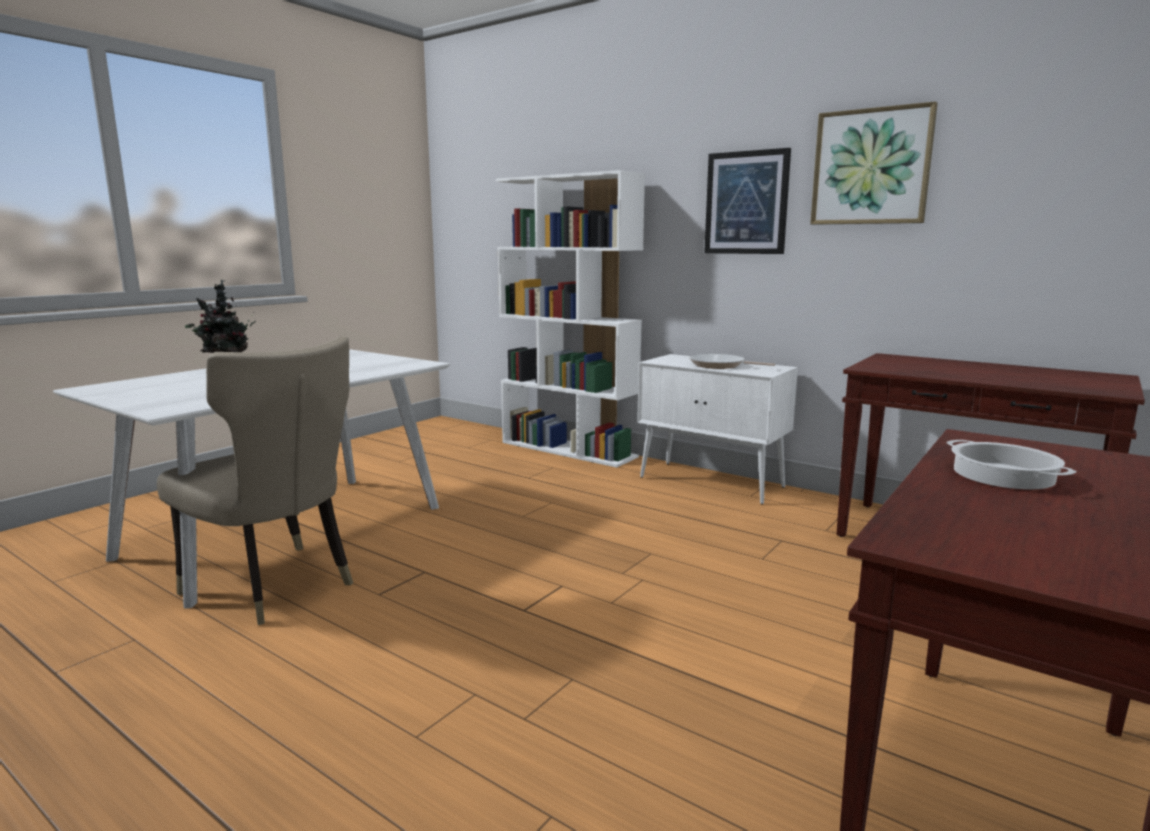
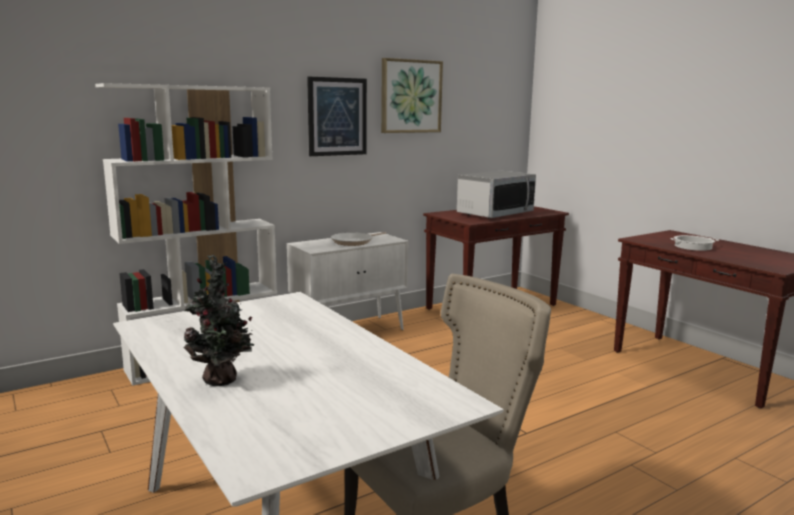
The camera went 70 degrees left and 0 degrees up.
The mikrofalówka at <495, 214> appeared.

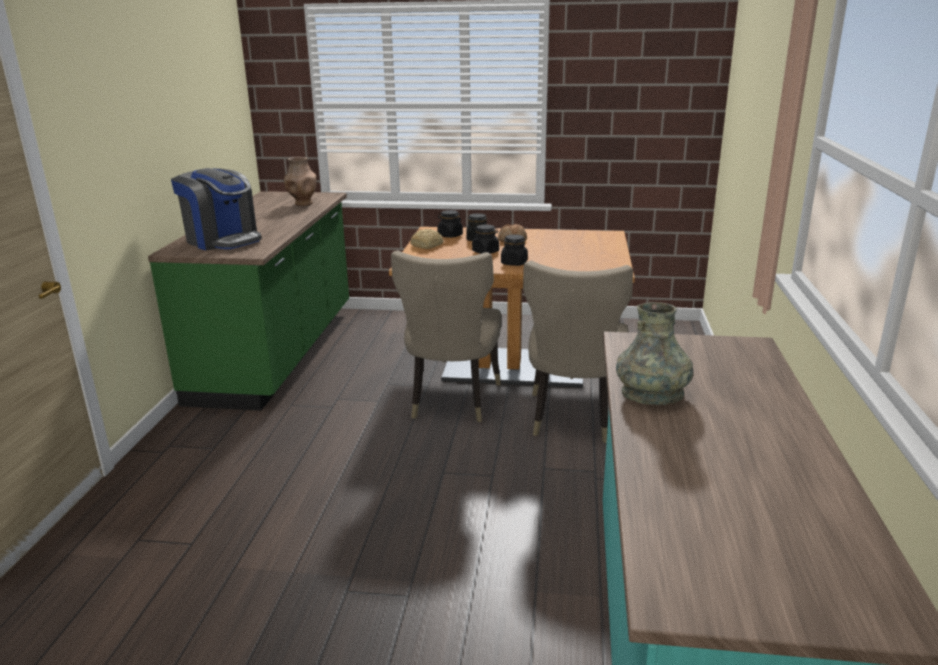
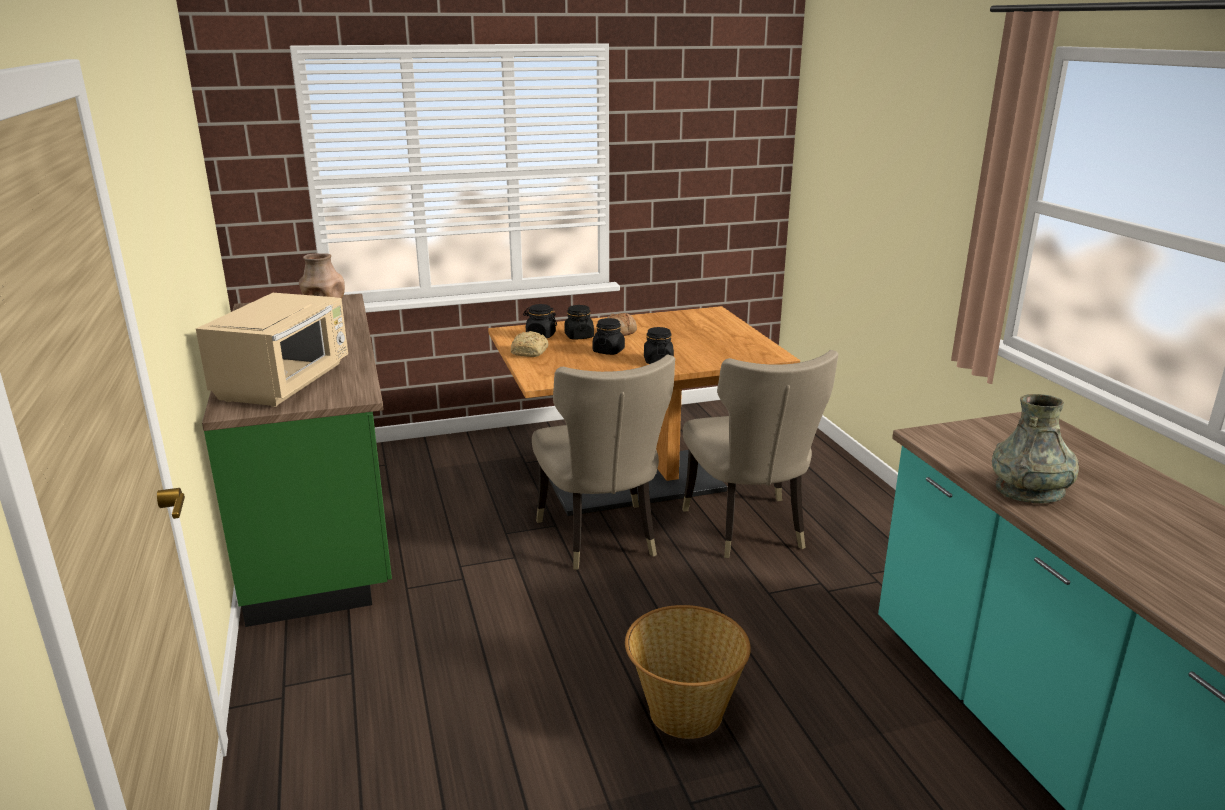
The camera went 25 degrees left and 0 degrees up.
The koszyk at <684, 712> appeared.
The ekspres do kawy at <223, 240> was replaced by the mikrofalówka/beżowy at <285, 383>.

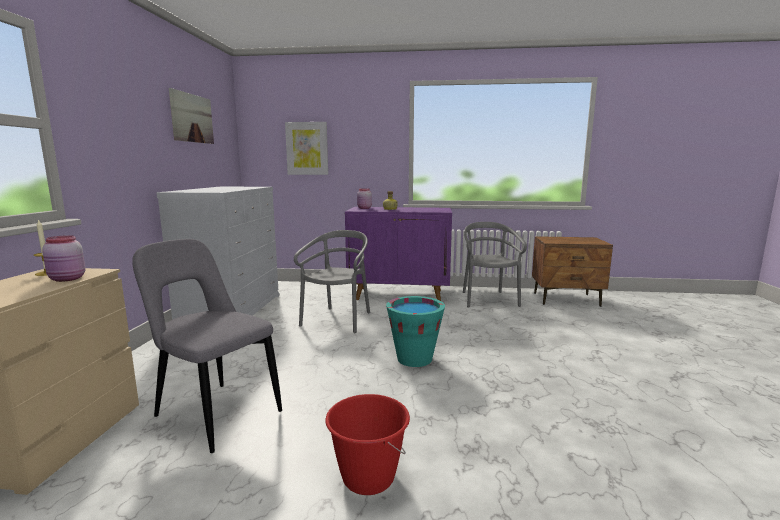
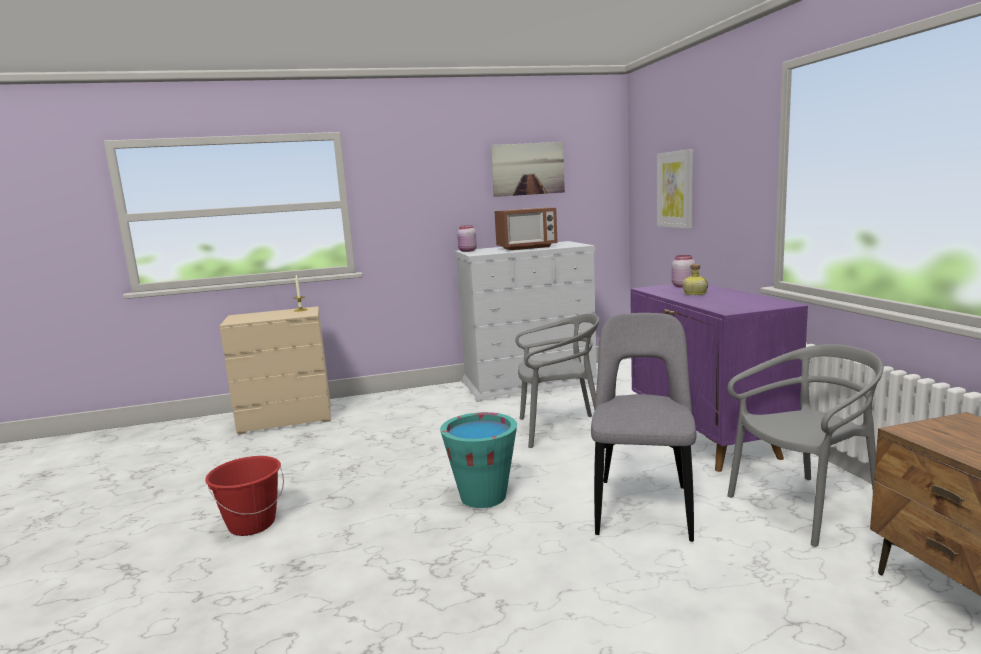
The camera went 70 degrees right and 0 degrees up.
The mikrofalówka at <526, 247> appeared.
The słoik/różowy moved from <67, 279> to <467, 251>.
The krzesło/szary moved from <214, 412> to <643, 506>.

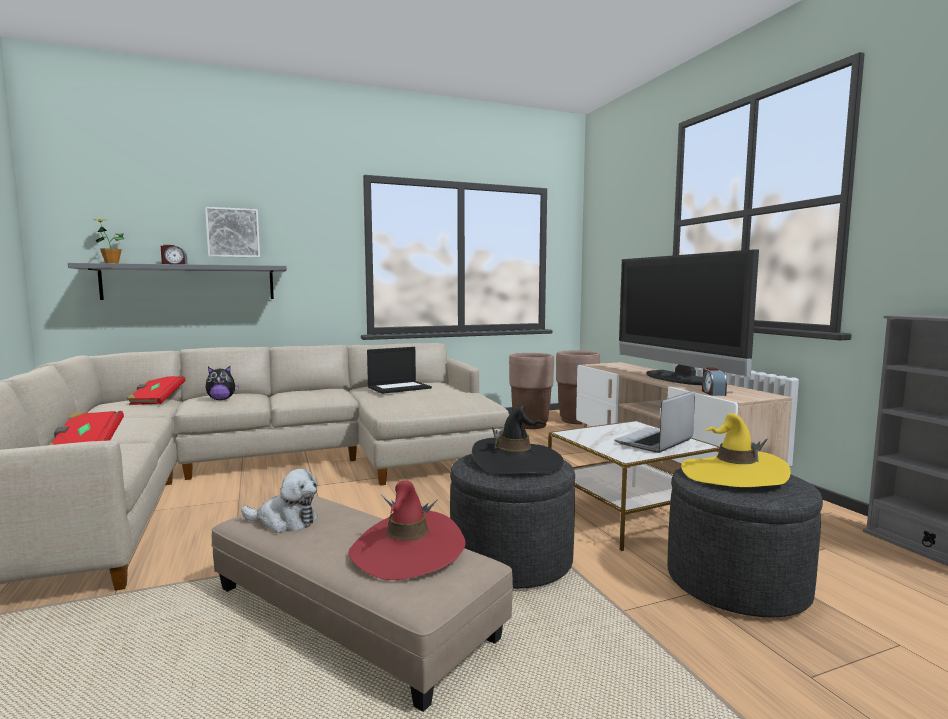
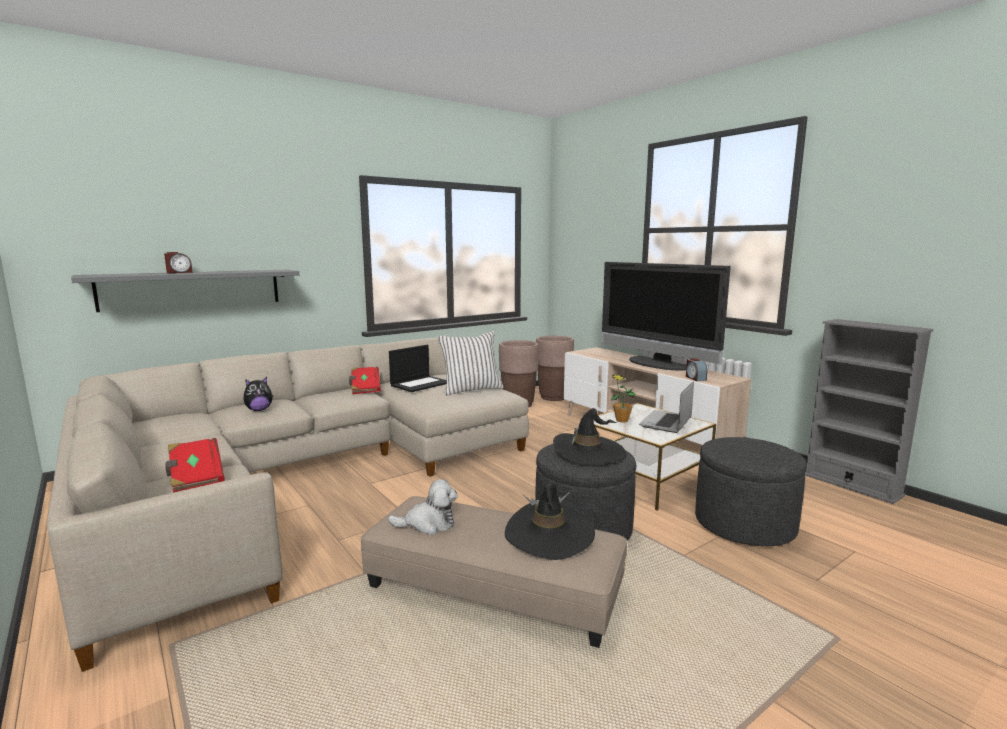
The camera went 15 degrees left and 5 degrees up.
The obraz at <233, 233> disappeared.
The kapelusz/żółty at <733, 475> disappeared.
The poduszka/biały at <471, 389> appeared.
The roślina doniczkowa moved from <111, 264> to <622, 420>.
The książka/czerwony moved from <157, 400> to <365, 388>.
The kapelusz/czerwony at <407, 550> became the kapelusz/czarny at <549, 535>.

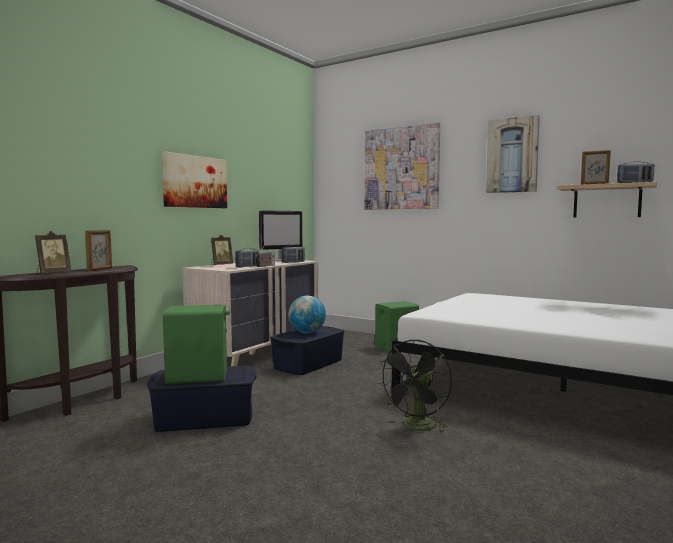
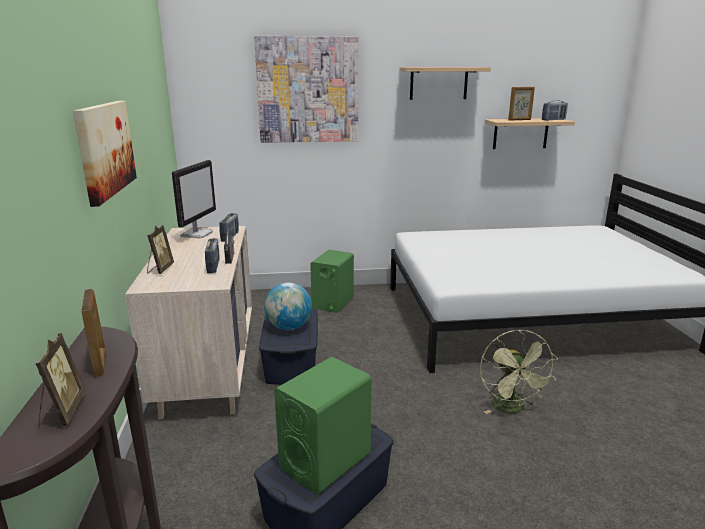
The camera went 40 degrees left and 15 degrees up.
The obraz at <512, 155> was replaced by the półka at <438, 83>.
The wentylator/czarny at <417, 428> became the wentylator/zielony at <512, 409>.

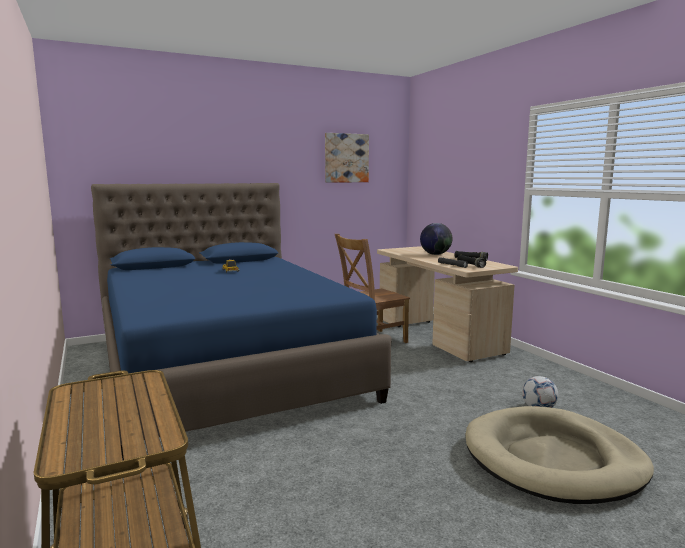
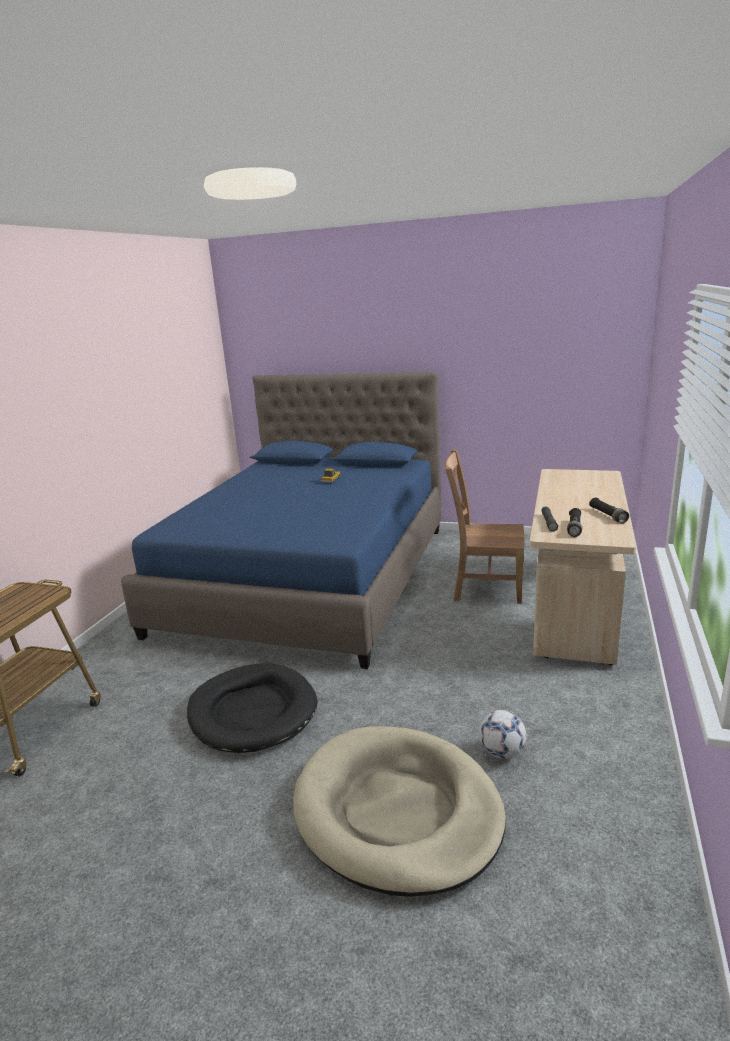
The camera went 45 degrees right and 10 degrees up.
The obraz at <346, 158> disappeared.
The globus at <435, 254> disappeared.
The legowisko/czarny at <252, 711> appeared.

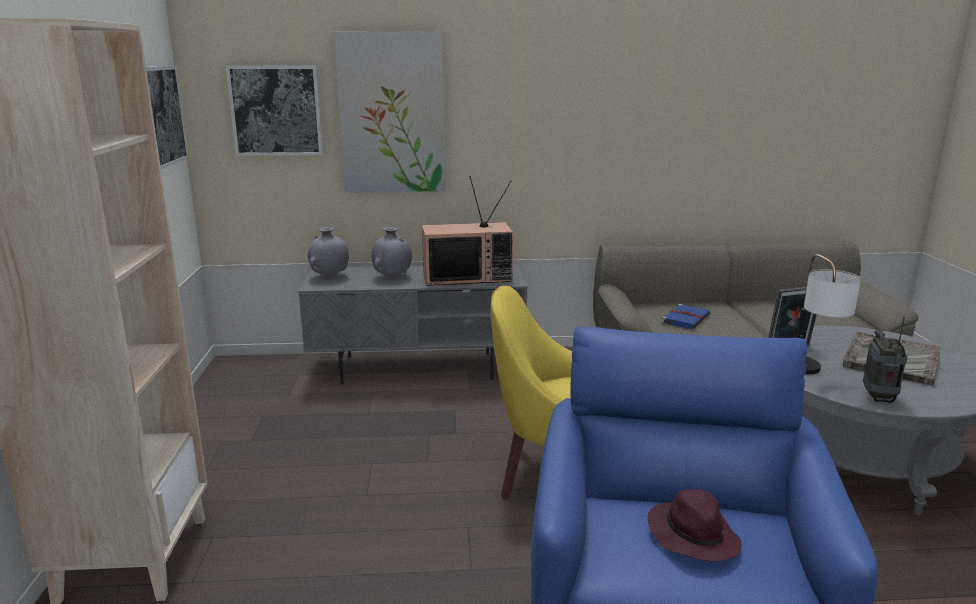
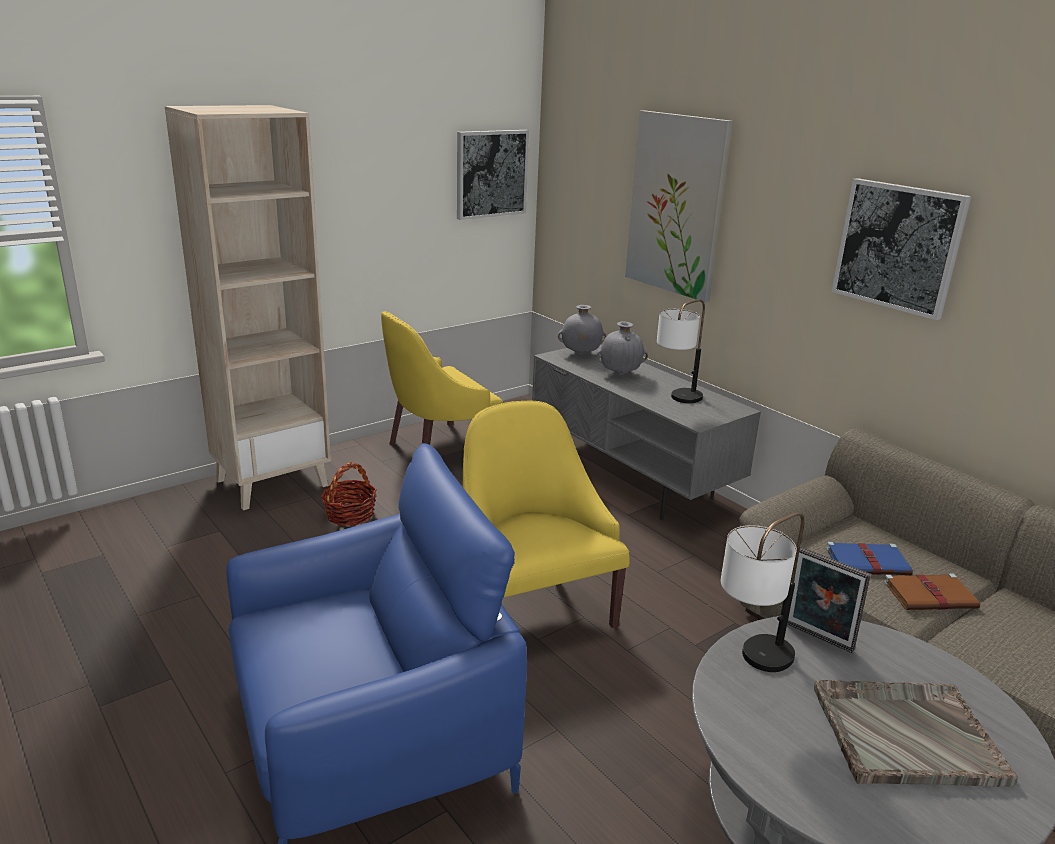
The camera went 55 degrees right and 5 degrees up.
The kapelusz/fioletowy at <692, 535> disappeared.
The radio at <878, 398> disappeared.
The koszyk at <350, 514> appeared.
The fotel/żółty at <438, 449> appeared.
The książka/brązowy at <931, 595> appeared.
The obraz moved from <276, 110> to <898, 247>.
The telewizor at <468, 277> was replaced by the lampa stołowa at <676, 401>.

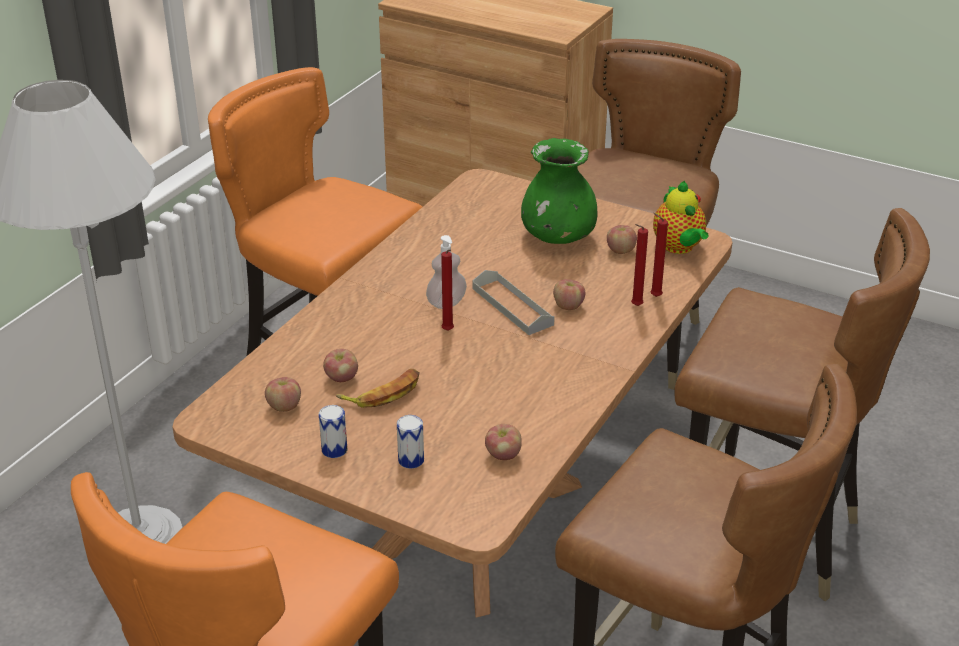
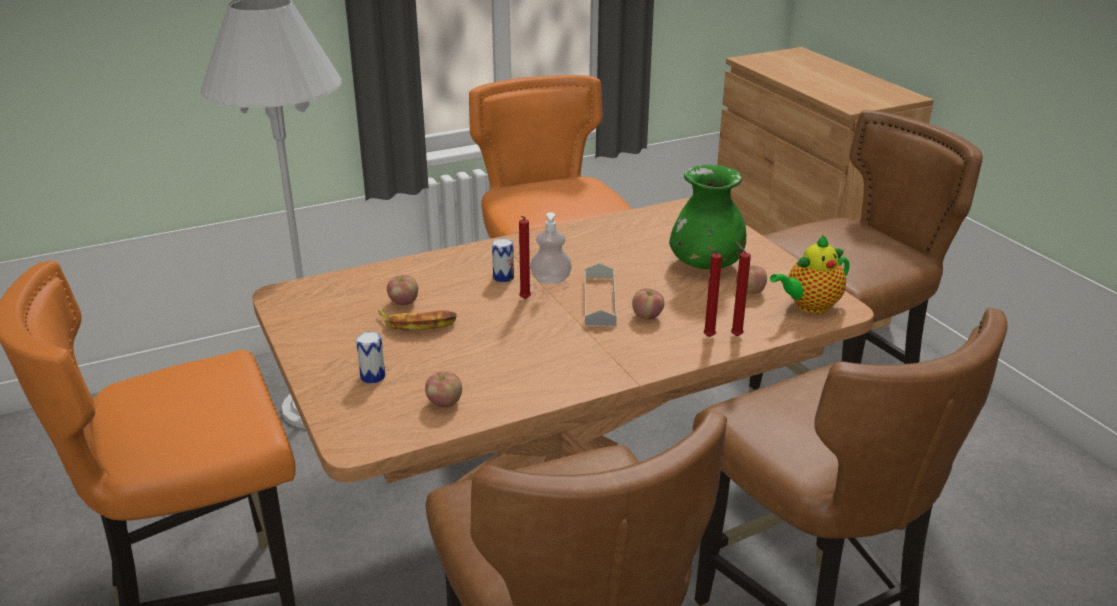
The camera went 35 degrees right and 5 degrees down.
The jabłko at <284, 406> disappeared.
The puszka moved from <334, 450> to <503, 277>.
The imbryk at <679, 247> turned 45 degrees clockwise.

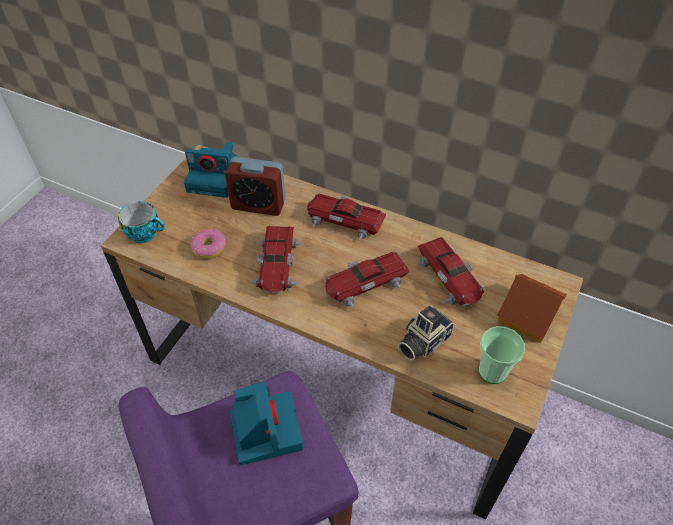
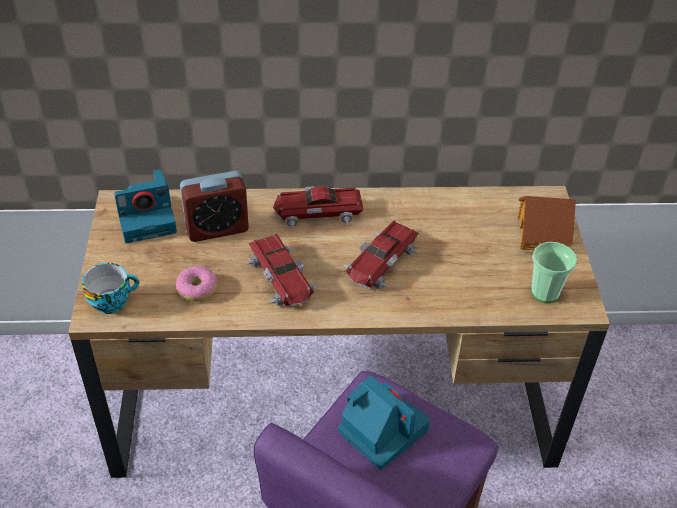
The camera went 30 degrees left and 5 degrees down.
The aparat fotograficzny at <422, 342> disappeared.
The samochodzik at <450, 277> disappeared.

